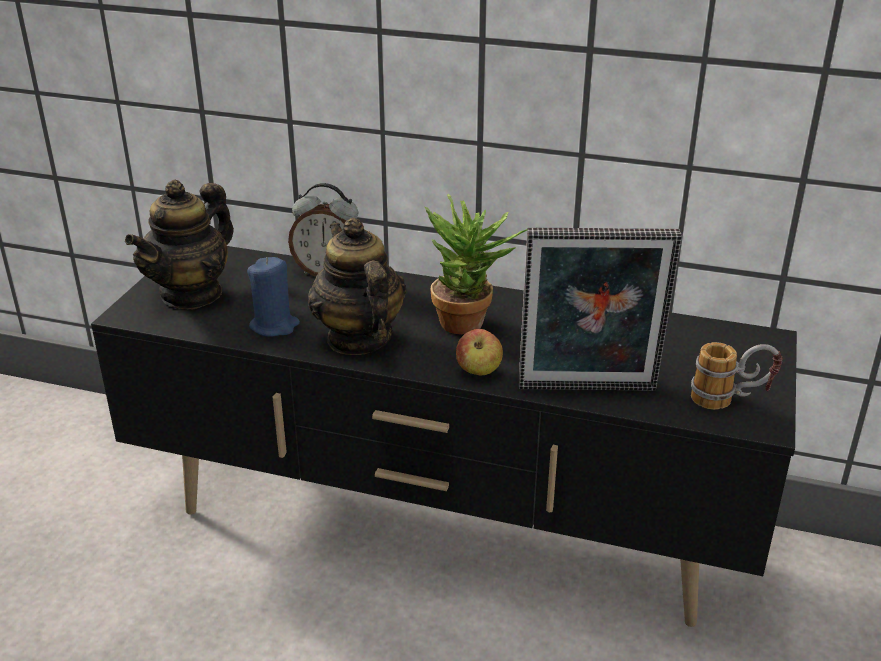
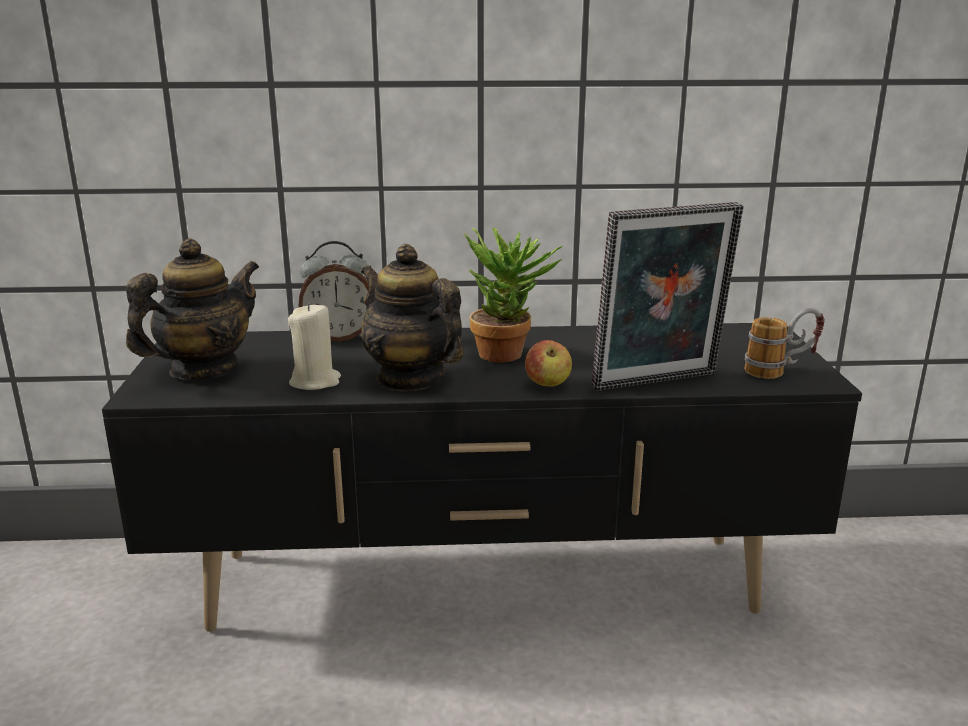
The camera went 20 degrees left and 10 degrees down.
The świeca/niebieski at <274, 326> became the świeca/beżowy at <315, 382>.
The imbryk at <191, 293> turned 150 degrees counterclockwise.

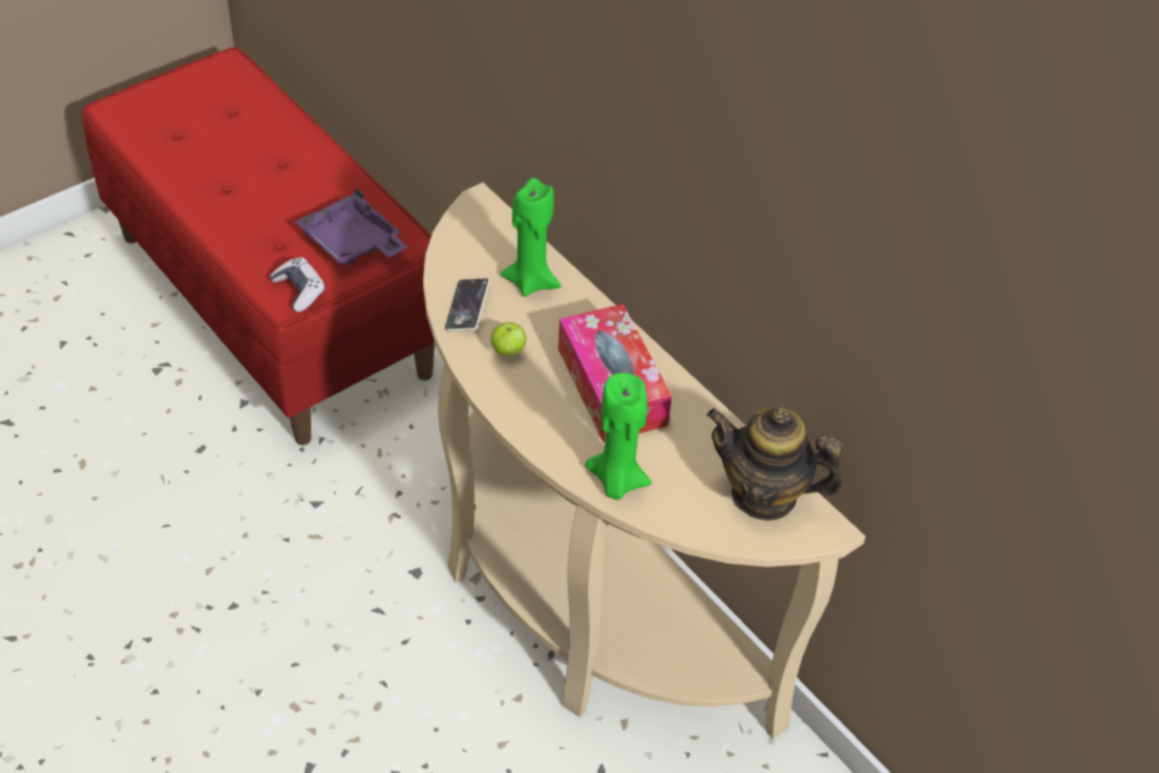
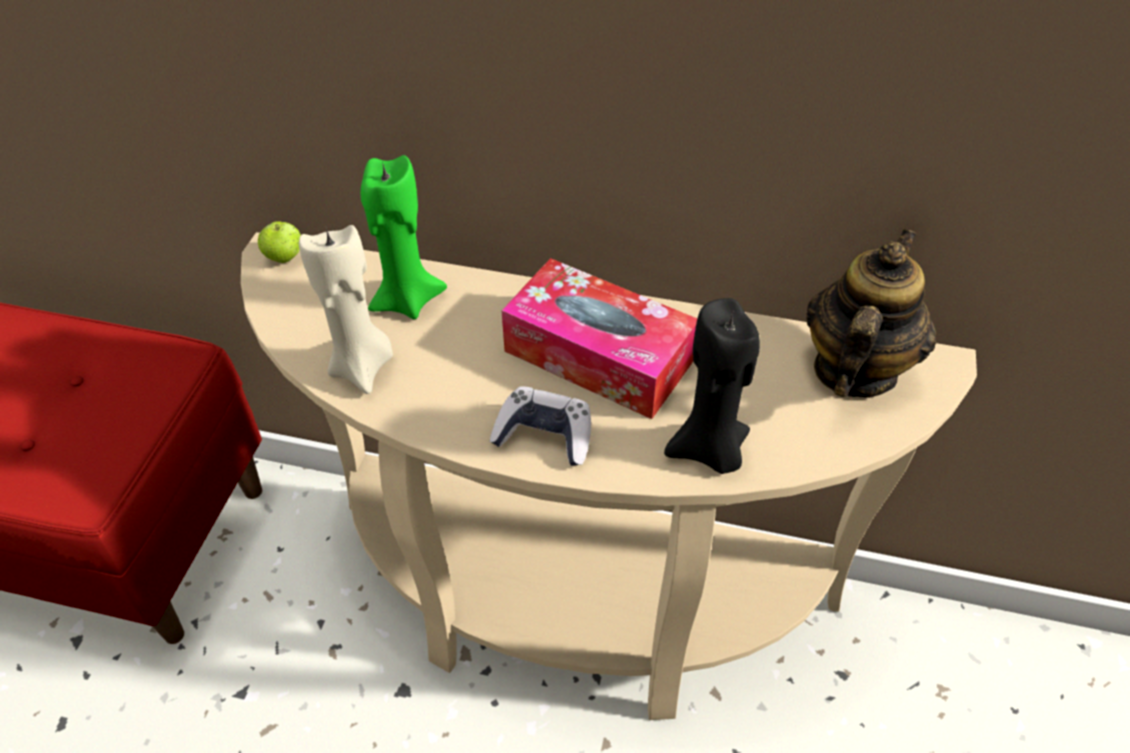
The camera went 35 degrees left and 0 degrees up.
The taca/fioletowy at <352, 243> disappeared.
The pad do gier moved from <299, 290> to <544, 435>.
The jabłko moved from <508, 351> to <284, 257>.
The telefon at <467, 308> was replaced by the świeca/beżowy at <363, 367>.
The świeca/zielony at <616, 481> became the świeca/czarny at <709, 451>.
The imbryk at <764, 495> turned 135 degrees clockwise.

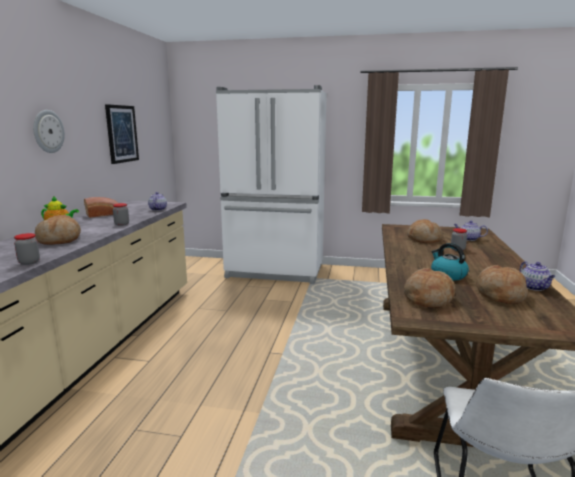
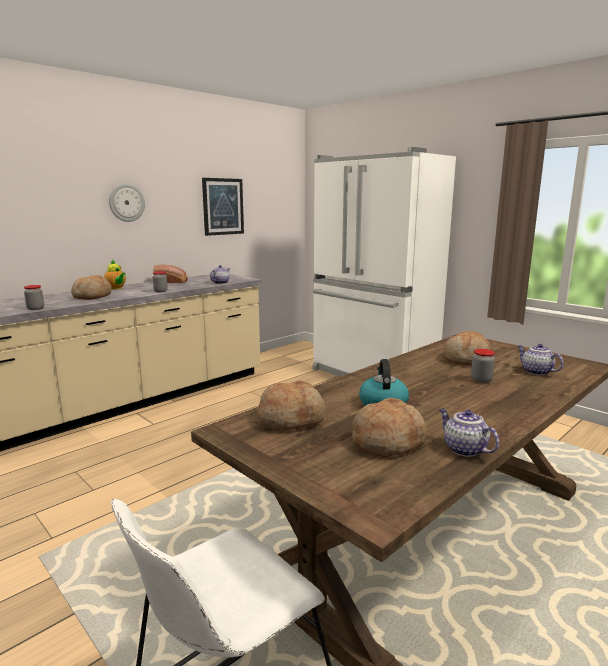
The camera went 35 degrees right and 0 degrees up.
The imbryk at <535, 287> turned 120 degrees clockwise.

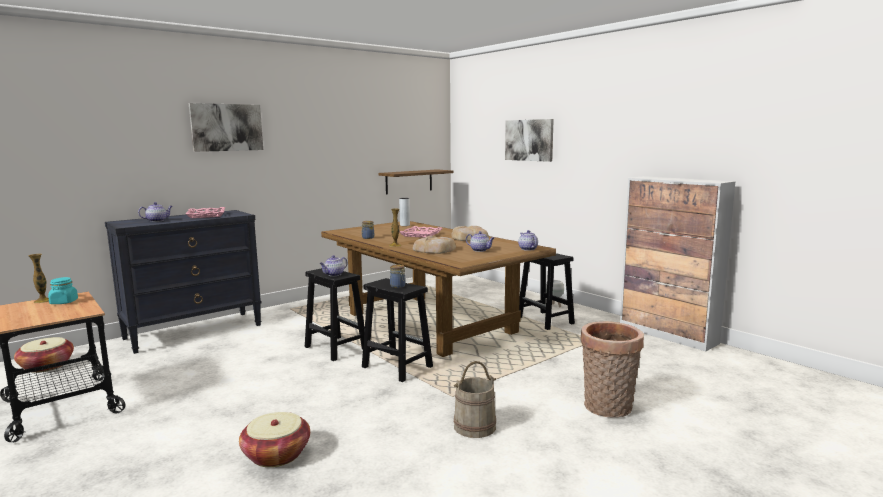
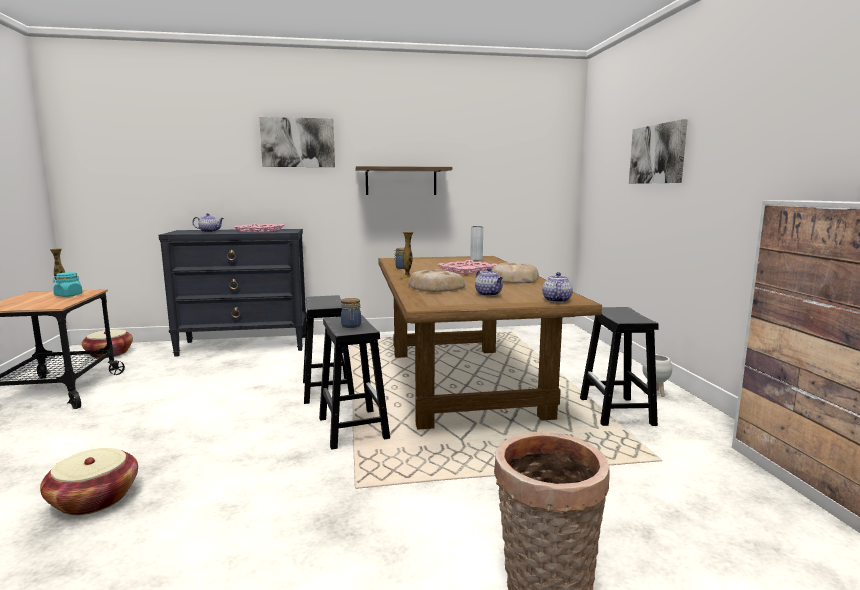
The camera went 30 degrees right and 0 degrees up.
The imbryk at <334, 274> disappeared.
The wiadro/beżowy at <474, 427> disappeared.
The półka moved from <409, 181> to <401, 181>.

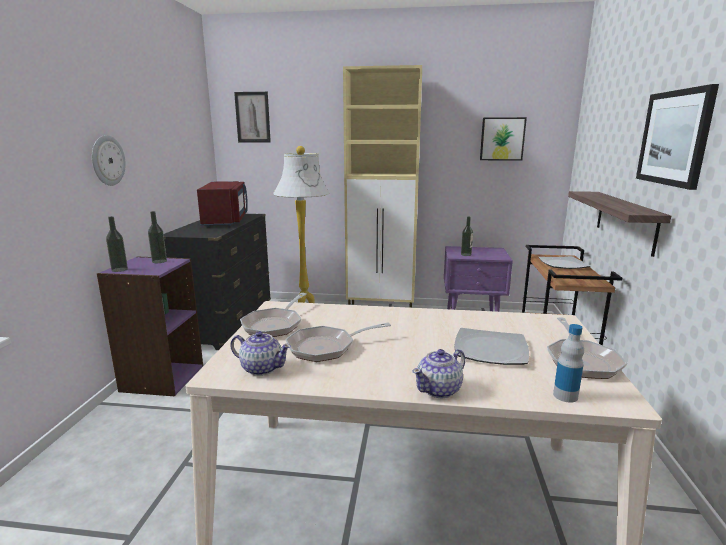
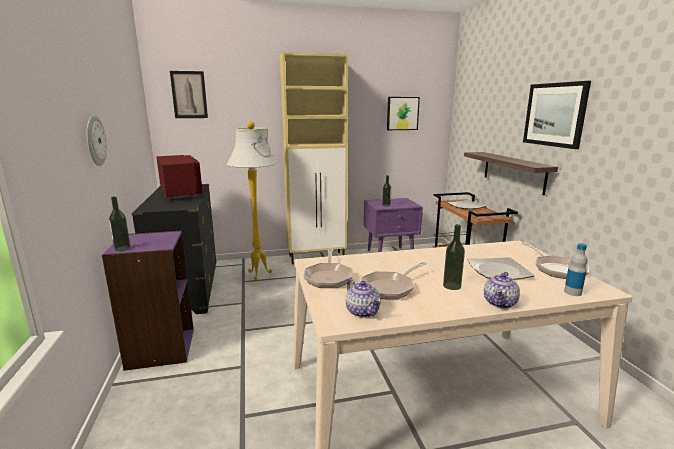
The camera went 20 degrees left and 0 degrees up.
The butelka moved from <159, 261> to <452, 286>.
The imbryk at <261, 368> turned 60 degrees clockwise.

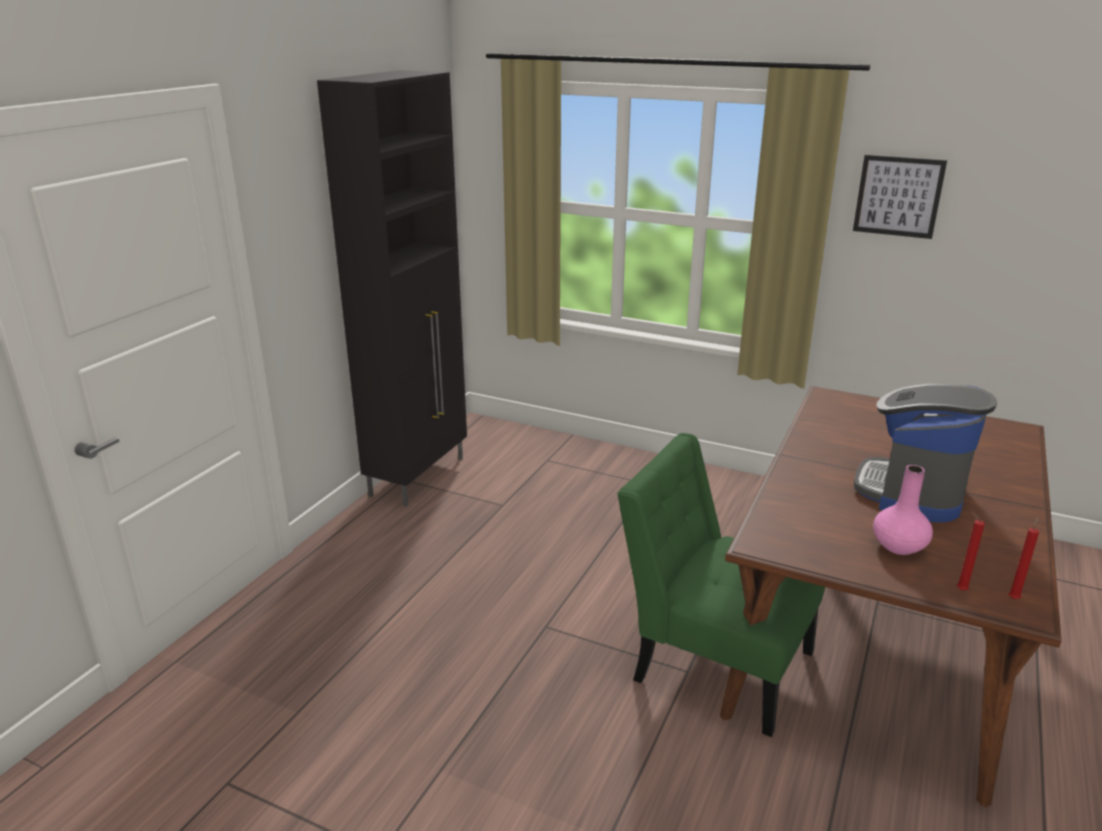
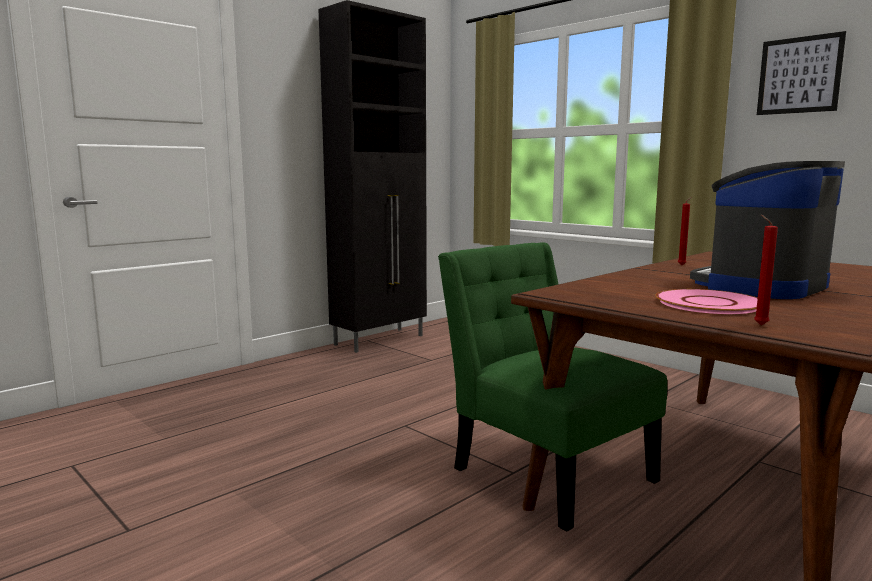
The camera went 20 degrees right and 15 degrees down.
The świeca/czerwony moved from <1014, 598> to <682, 265>.
The wazon/różowy at <899, 546> was replaced by the talerz/różowy at <709, 303>.

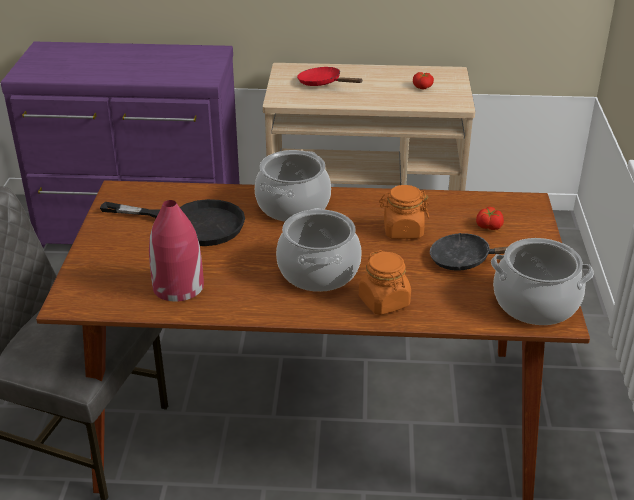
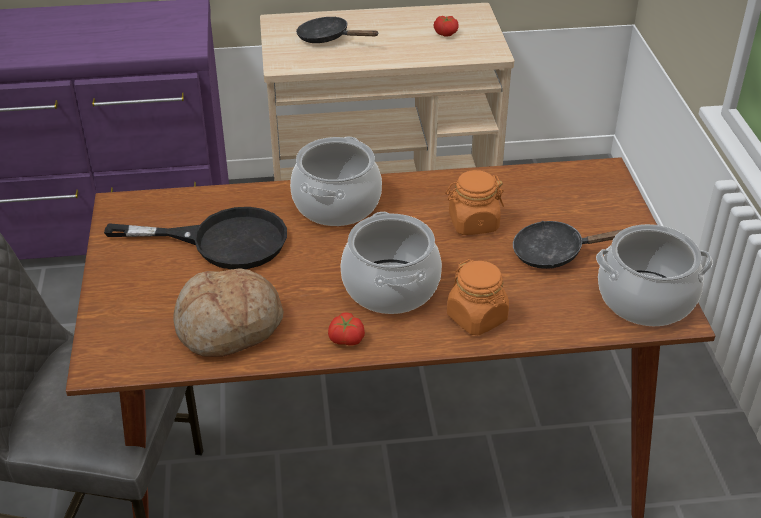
The camera went 10 degrees left and 5 degrees up.
The pomidor moved from <488, 227> to <345, 339>.
The wazon/czerwony at <178, 287> was replaced by the chleb at <229, 327>.
The patelnia/czerwony at <323, 83> became the patelnia/czarny at <328, 38>.

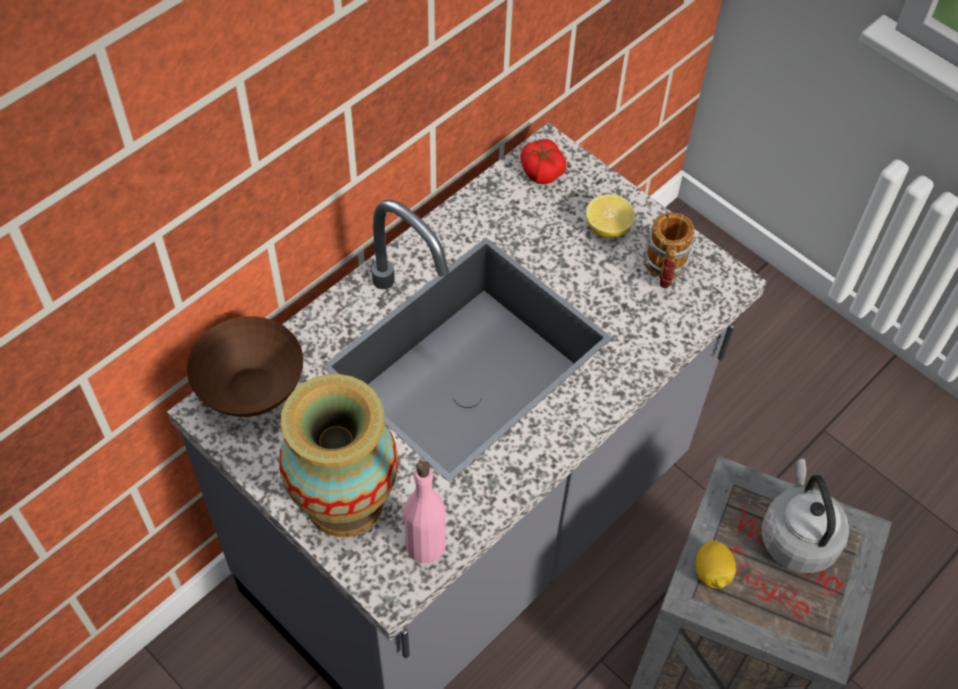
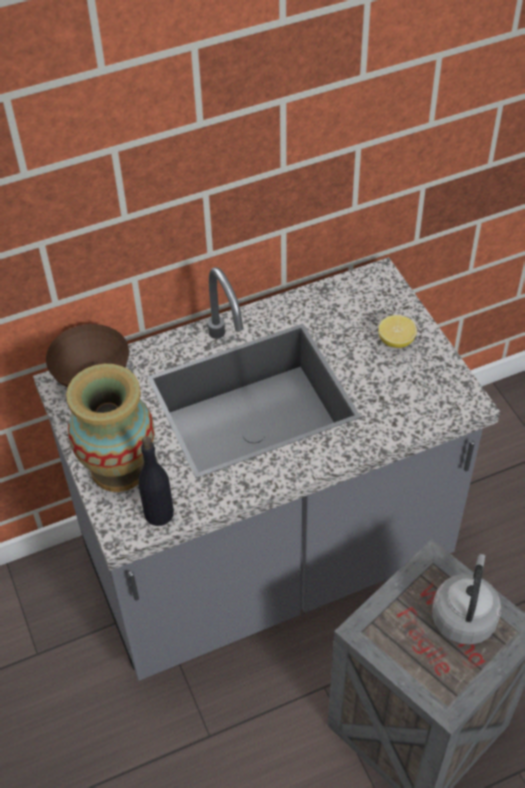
The camera went 25 degrees right and 5 degrees down.
The pomidor at <541, 170> disappeared.
The kubek at <664, 270> disappeared.
The cytryna at <712, 573> disappeared.
The butelka/różowy at <425, 545> became the butelka/czarny at <158, 513>.

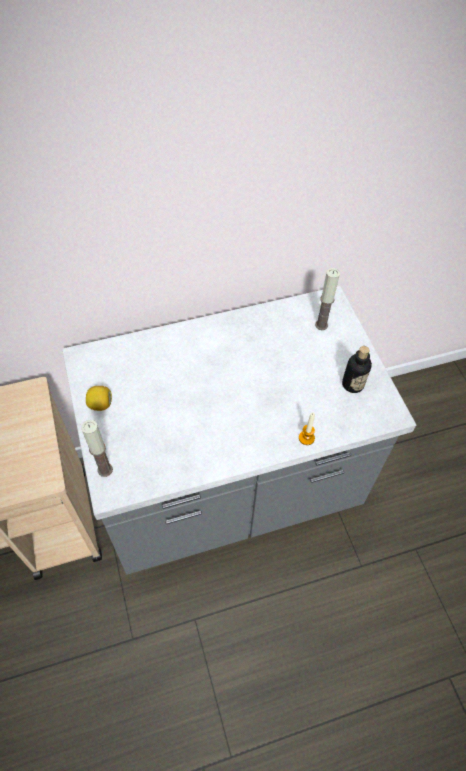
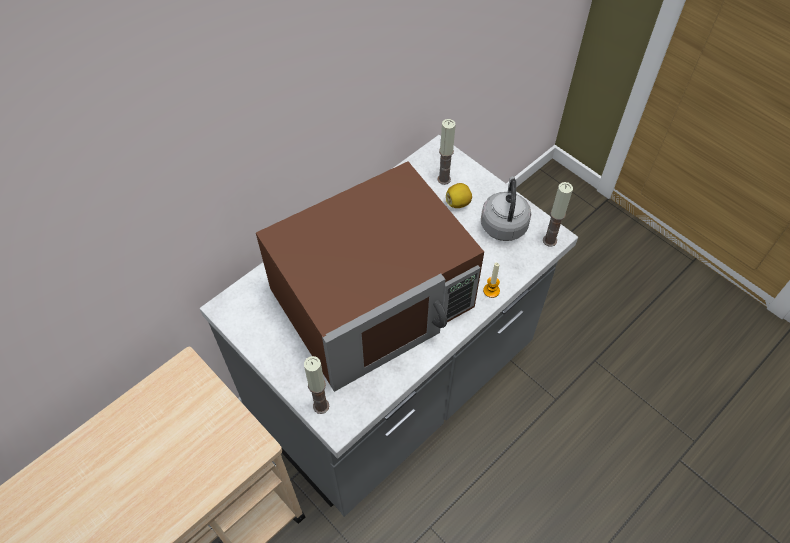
The camera went 25 degrees left and 0 degrees up.
The mikrofalówka/brązowy at <374, 299> appeared.
The świeca at <549, 240> appeared.
The cytryna moved from <100, 404> to <458, 203>.
The butelka at <352, 384> was replaced by the czajnik/szary at <504, 223>.

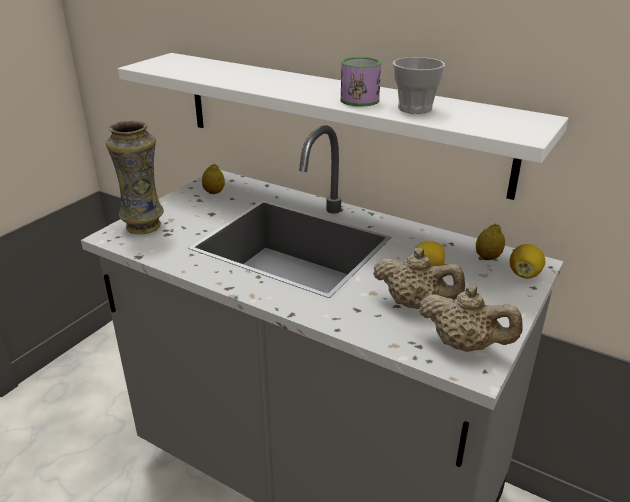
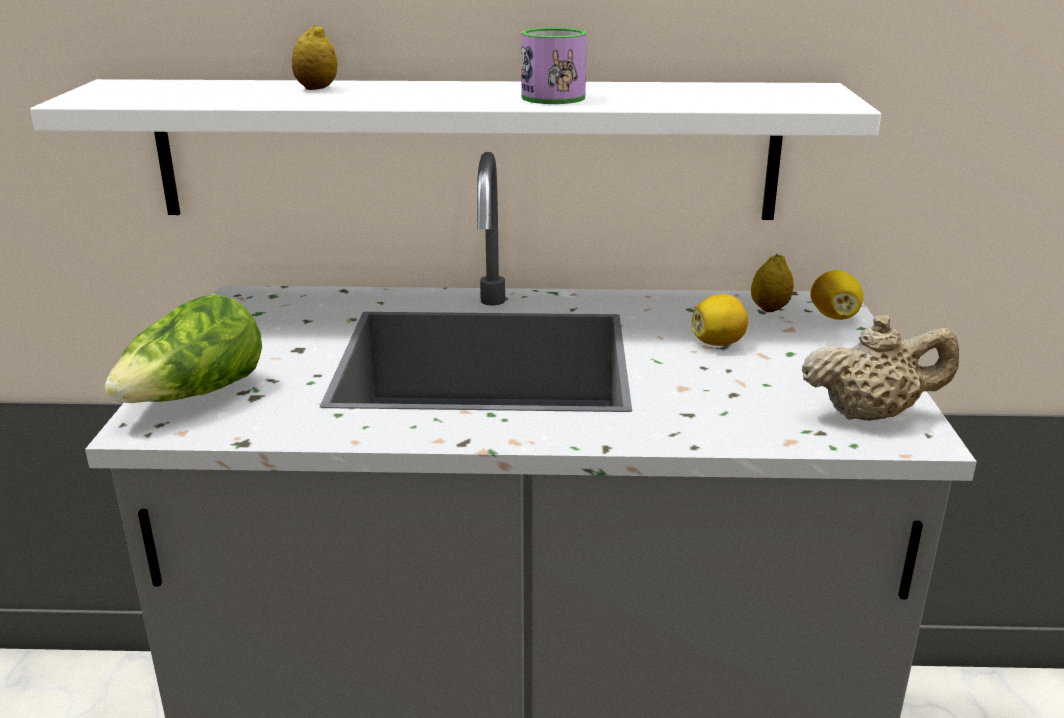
The camera went 30 degrees left and 5 degrees down.
The imbryk/beżowy at <415, 304> disappeared.
The filiżanka at <415, 108> disappeared.
The cytryna moved from <214, 192> to <316, 88>.
The wazon at <144, 226> was replaced by the sałata at <194, 396>.

